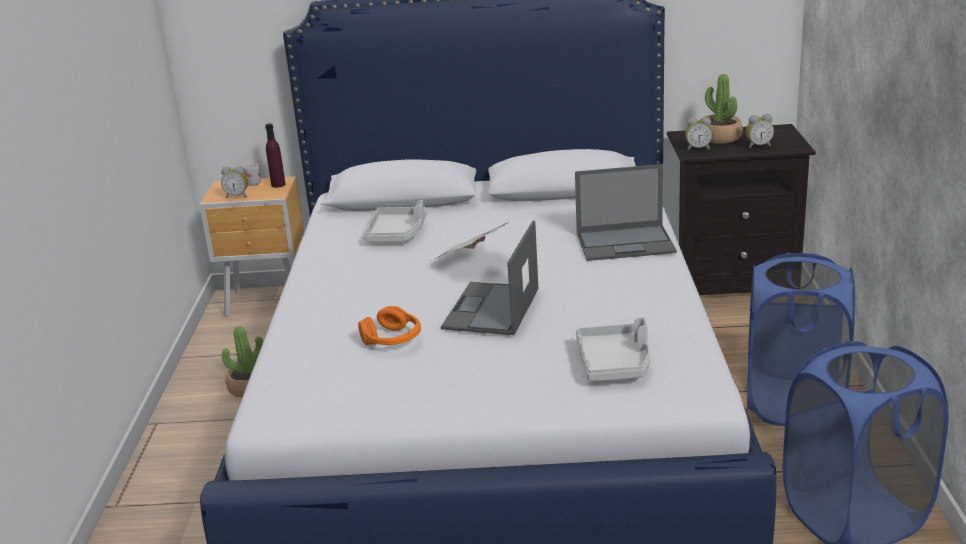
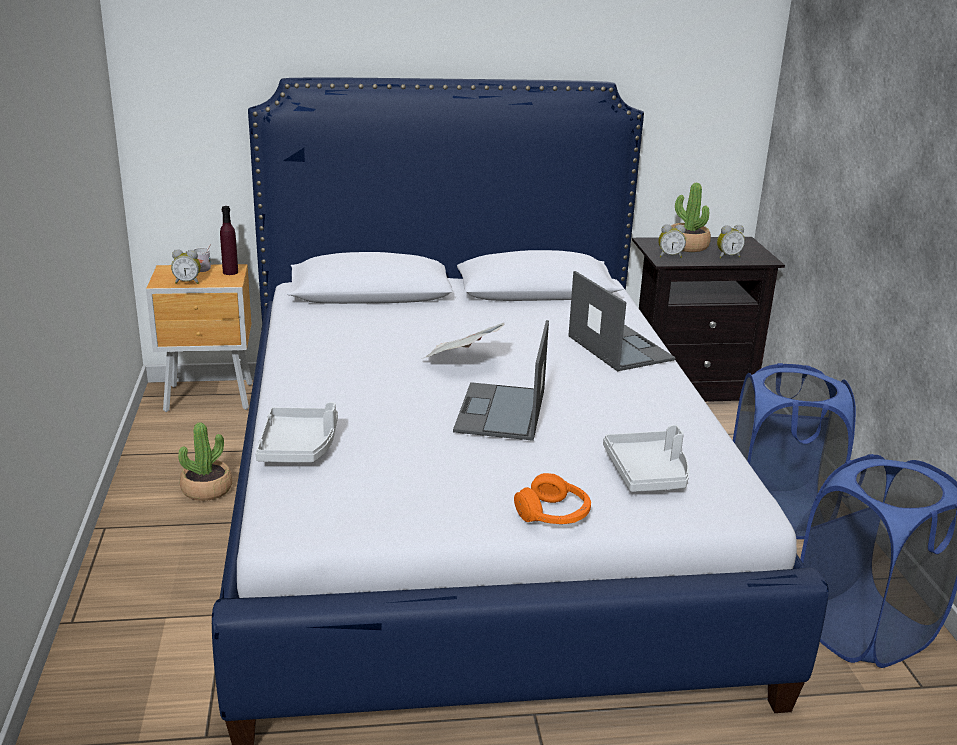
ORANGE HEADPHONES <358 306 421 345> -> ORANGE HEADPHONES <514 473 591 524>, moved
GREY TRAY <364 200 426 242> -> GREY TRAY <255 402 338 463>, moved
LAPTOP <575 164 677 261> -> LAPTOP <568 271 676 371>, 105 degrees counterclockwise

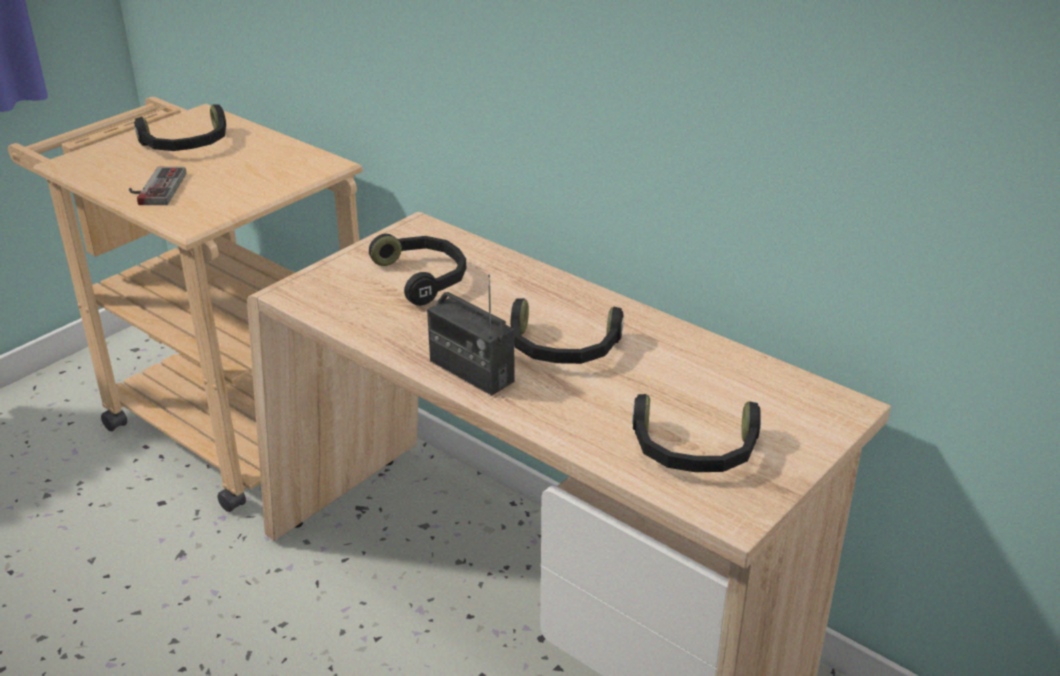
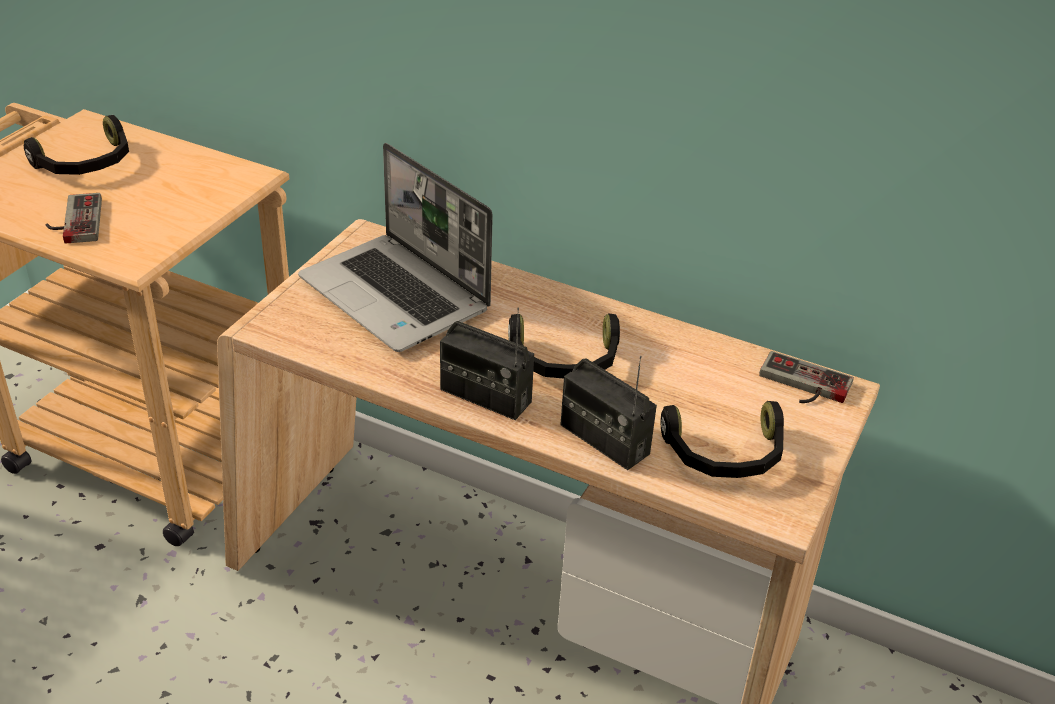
none -> RADIO <560 356 657 470>
none -> GAME CONTROLLER <759 351 854 403>
BLACK HEADPHONES <369 234 466 306> -> LAPTOP <298 143 493 352>

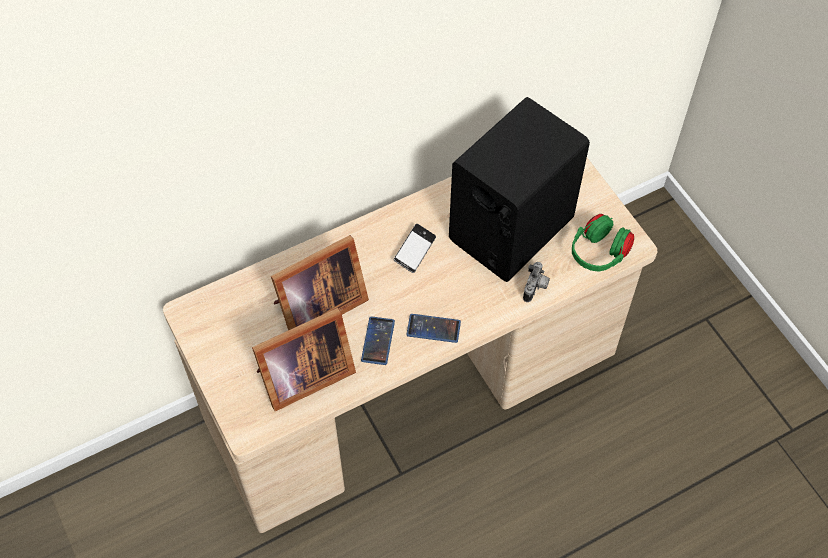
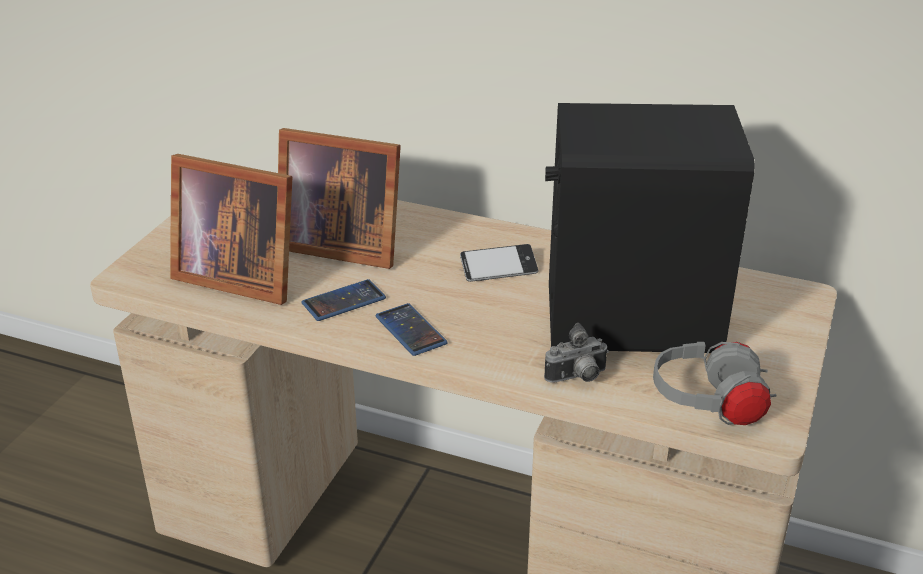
GREEN HEADPHONES <572 214 634 272> -> GREY HEADPHONES <653 342 777 425>

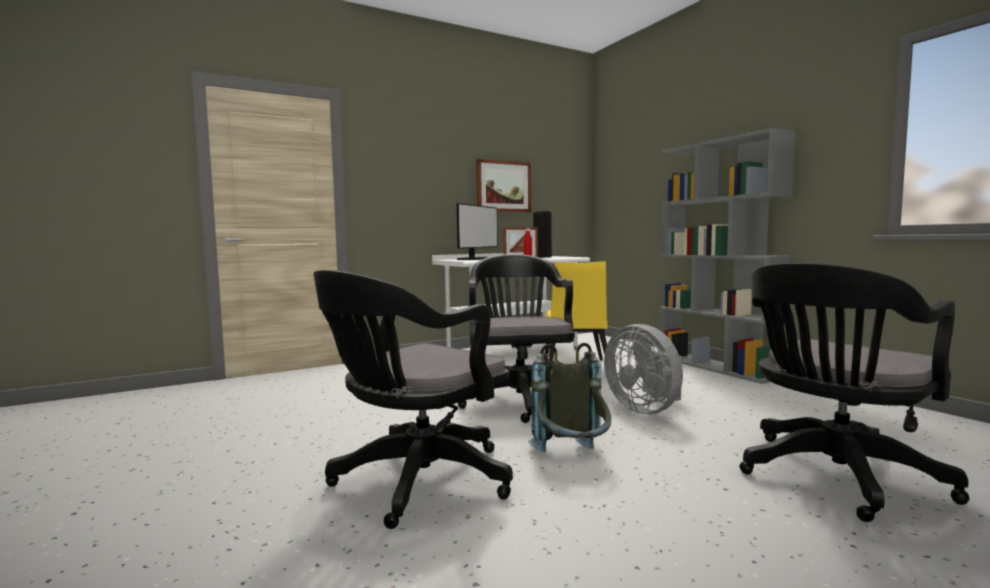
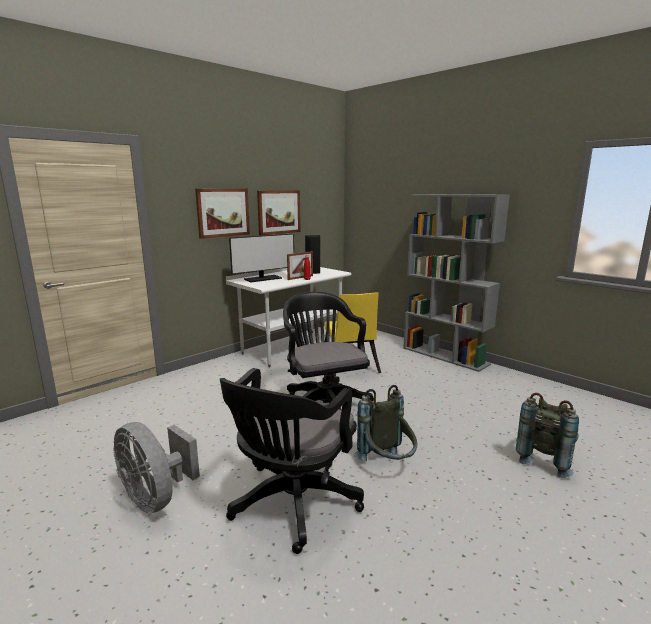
none -> PICTURE <195 189 250 239>
GREY FAN <604 324 683 414> -> GREY FAN <114 422 200 514>, moved
BLACK OFFICE CHAIR <740 263 970 522> -> GREY BACKPACK <516 393 579 478>
MONITOR <457 203 498 260> -> MONITOR <229 234 294 282>, 45 degrees clockwise

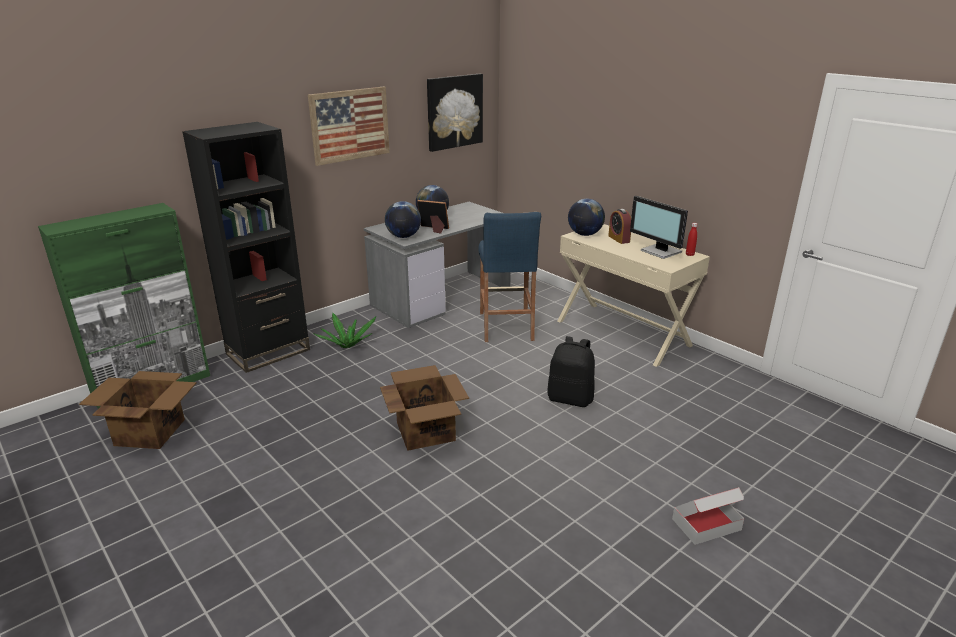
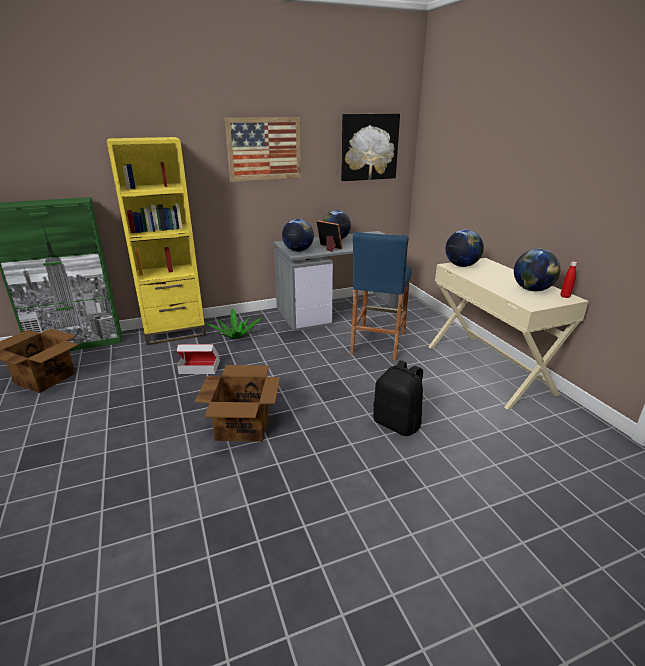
ALARM CLOCK <608 209 631 244> -> none
CARDBOARD BOX <672 487 744 545> -> CARDBOARD BOX <177 344 220 374>, moved
MONITOR <630 196 688 259> -> GLOBE <514 249 560 291>
BLACK BOOKCASE <182 122 310 373> -> YELLOW BOOKCASE <107 137 206 345>

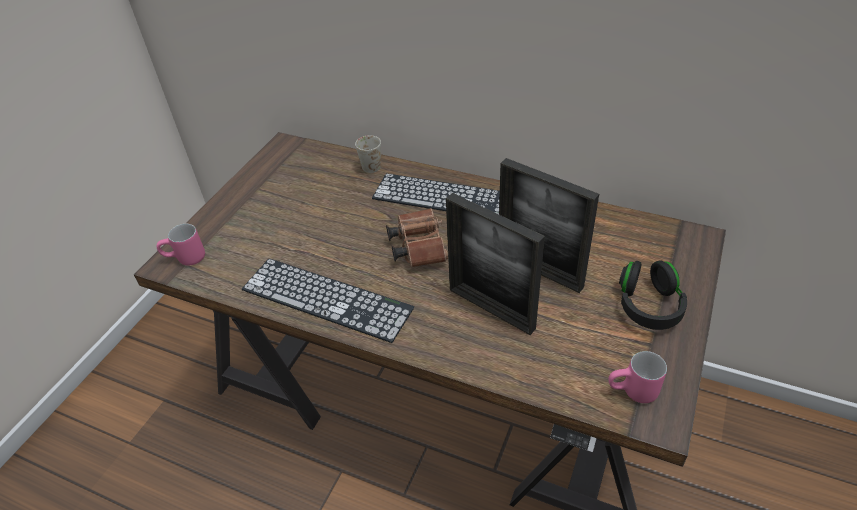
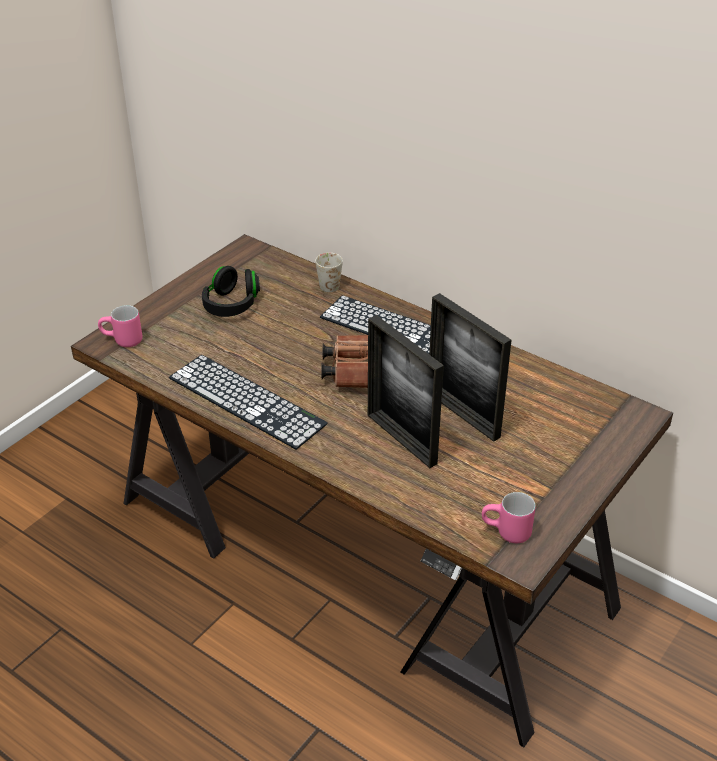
BLACK HEADPHONES <619 260 687 330> -> BLACK HEADPHONES <202 266 260 317>, moved

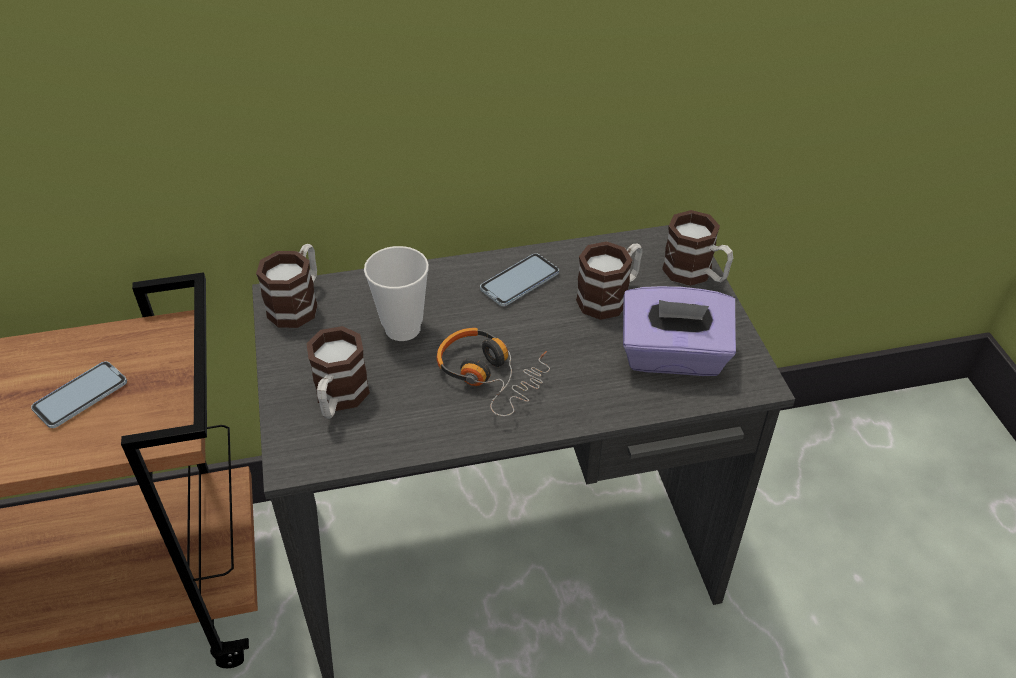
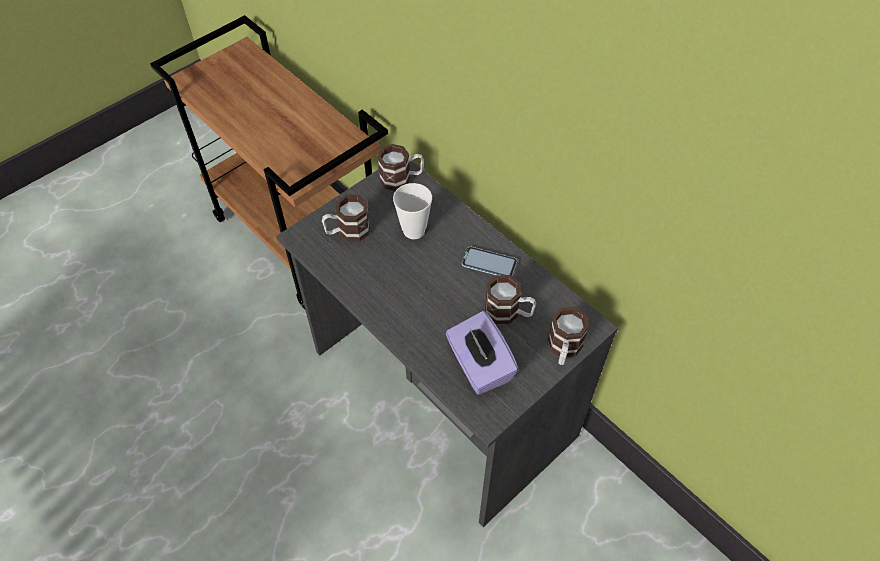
PHONE <31 361 127 428> -> none
HEADPHONES <437 328 550 416> -> none

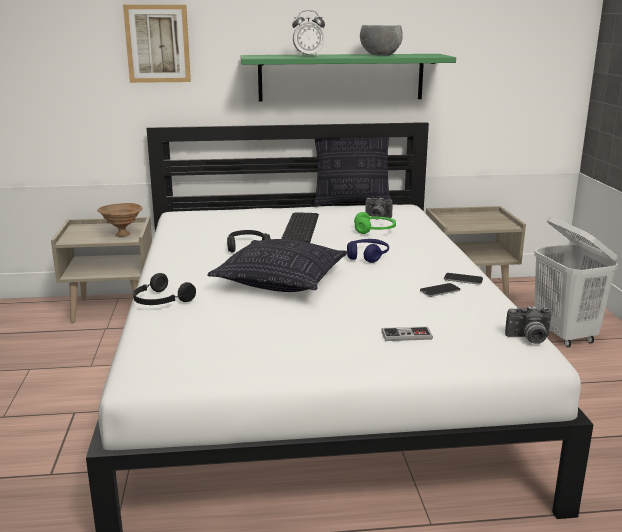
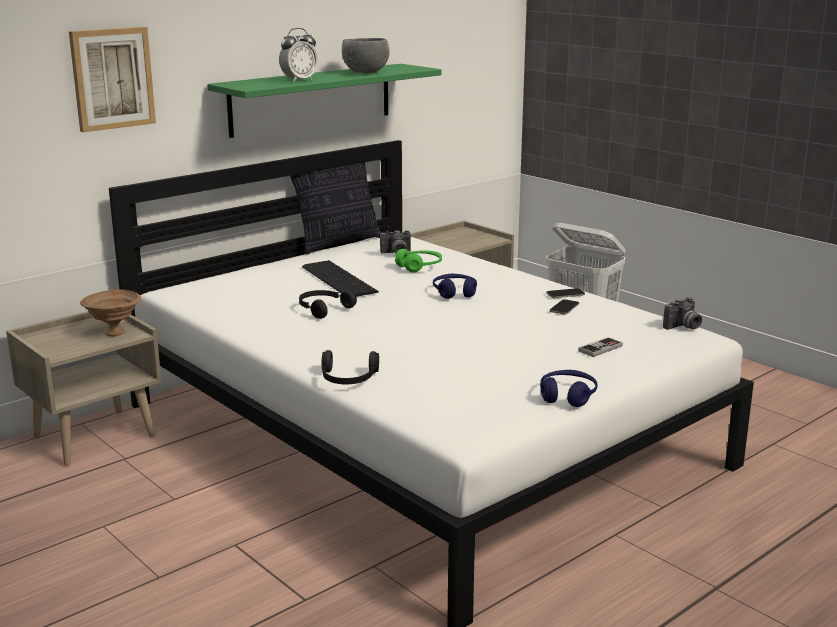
PILLOW <207 239 348 292> -> none
none -> BLUE HEADPHONES <540 370 598 407>

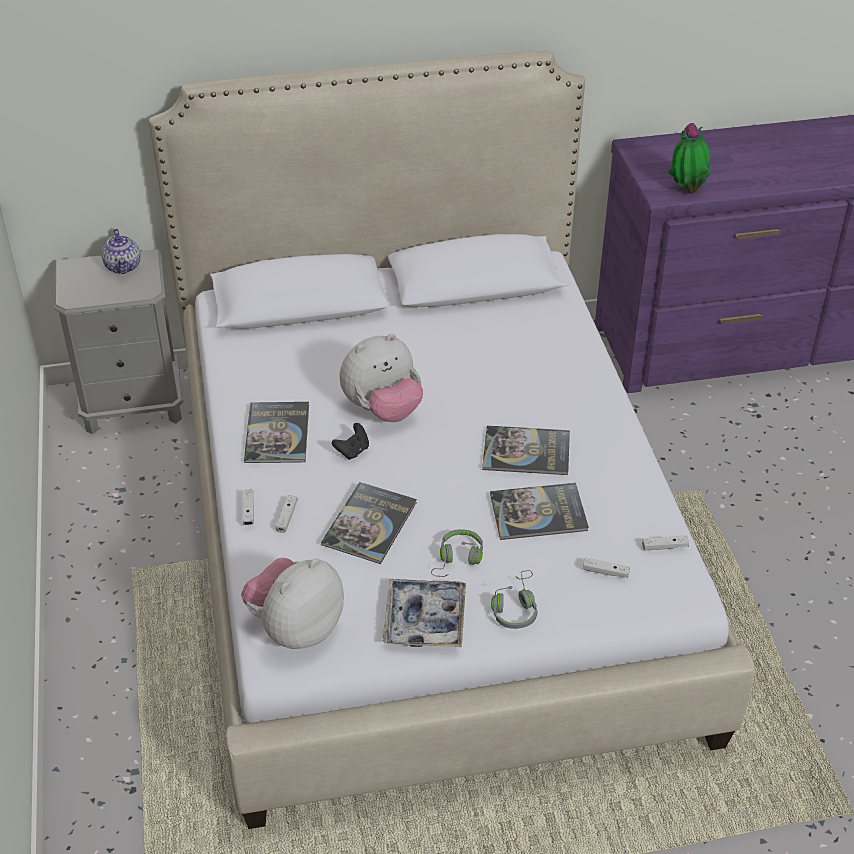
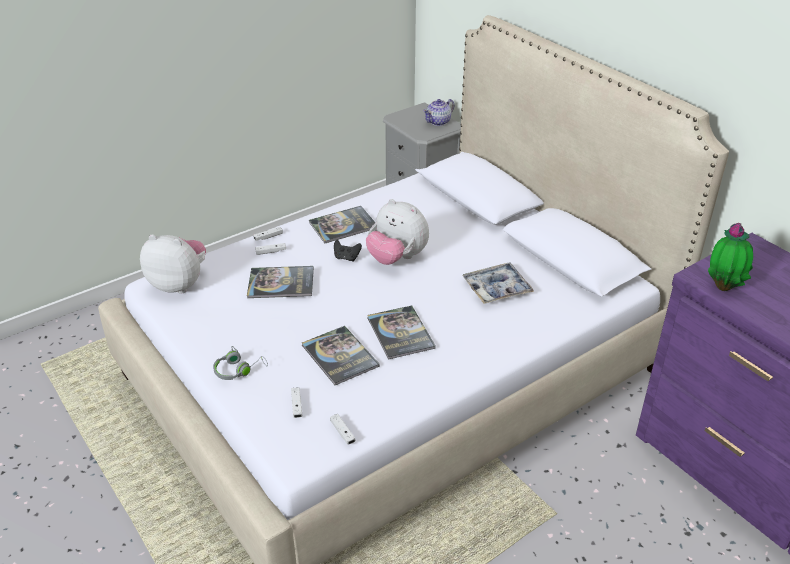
GREY HEADPHONES <431 529 483 577> -> none
TRAY <383 579 466 647> -> TRAY <462 262 534 304>, moved

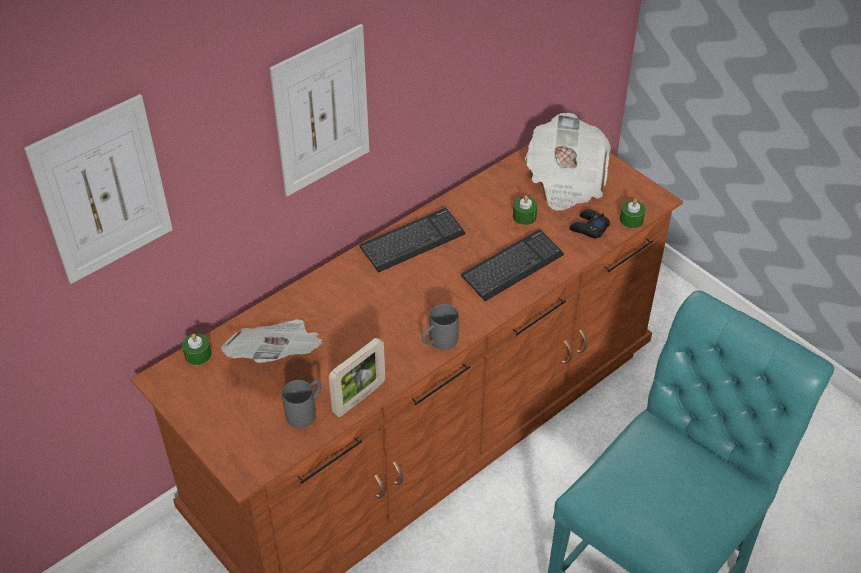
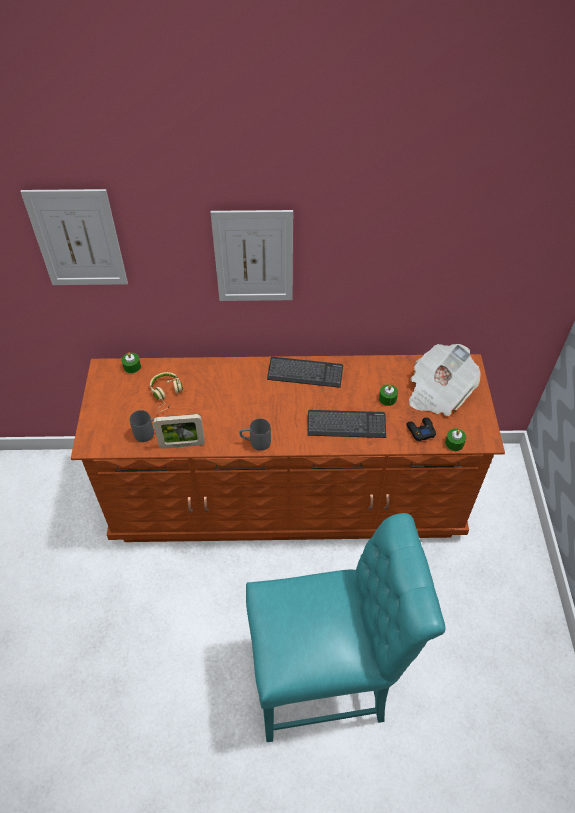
NEWSPAPER <221 319 324 363> -> BEIGE HEADPHONES <150 372 183 412>

